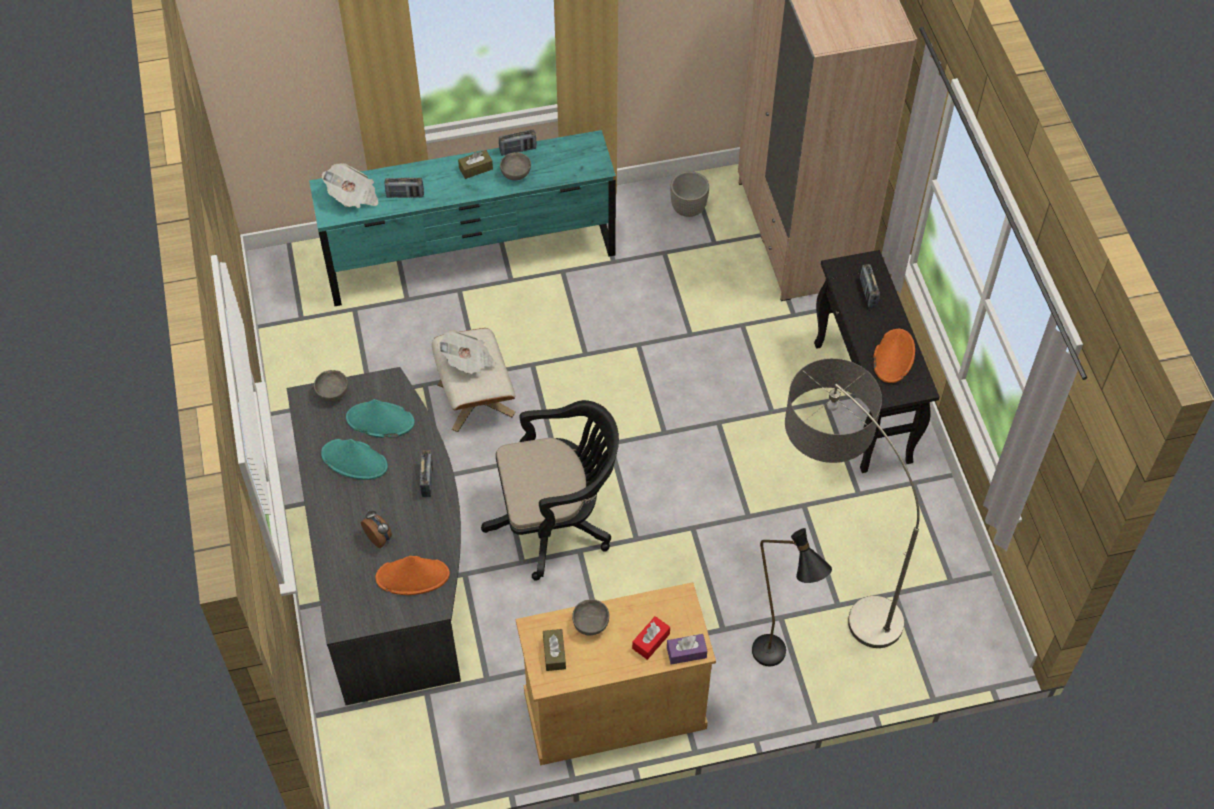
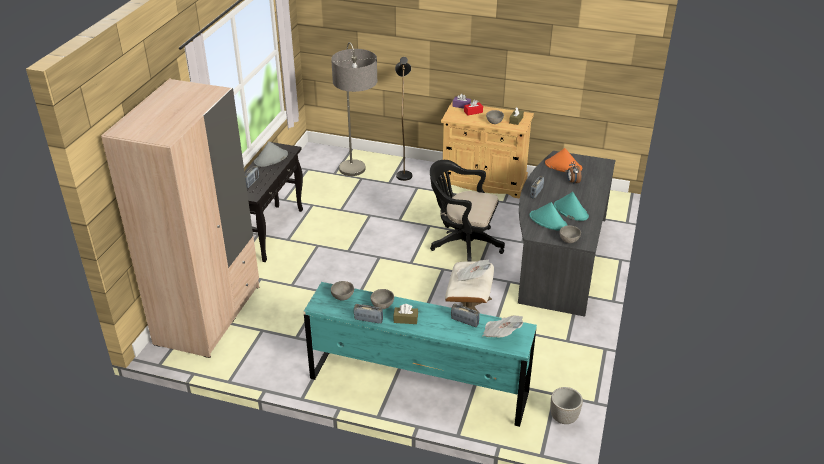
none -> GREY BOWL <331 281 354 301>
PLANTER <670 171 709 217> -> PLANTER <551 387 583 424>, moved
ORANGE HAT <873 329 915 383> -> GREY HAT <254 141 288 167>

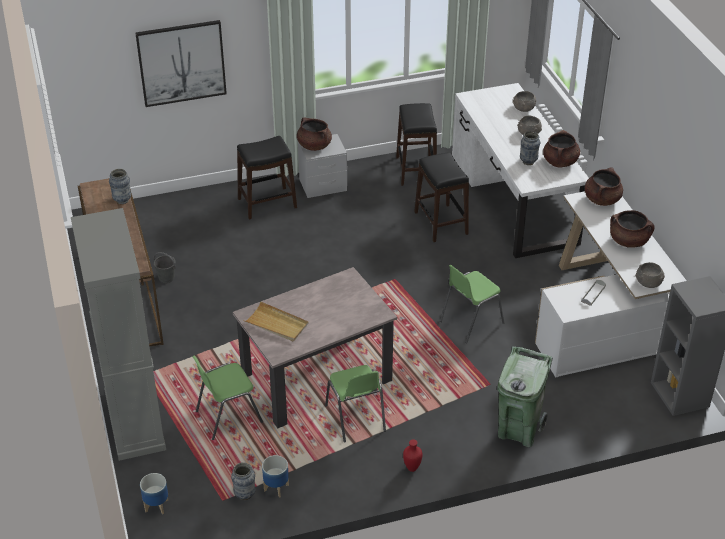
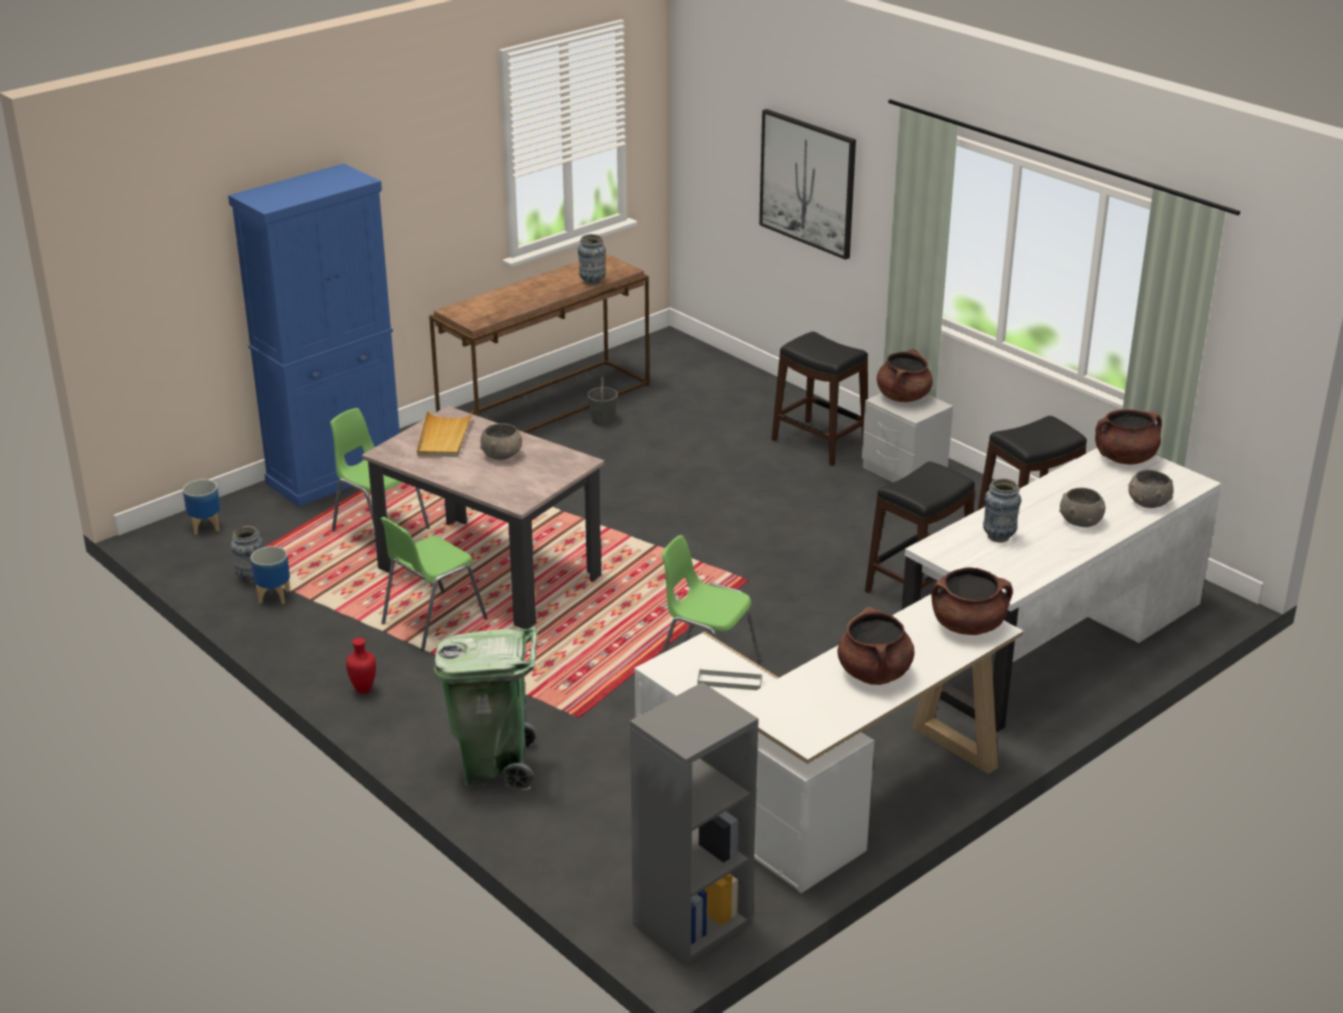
BROWN COOKING POT <543 130 580 168> -> BROWN COOKING POT <1095 409 1162 465>, moved
GREY BOWL <635 262 665 288> -> GREY BOWL <480 423 522 460>, moved
GREY CABINET <71 208 166 461> -> BLUE CABINET <228 164 400 507>

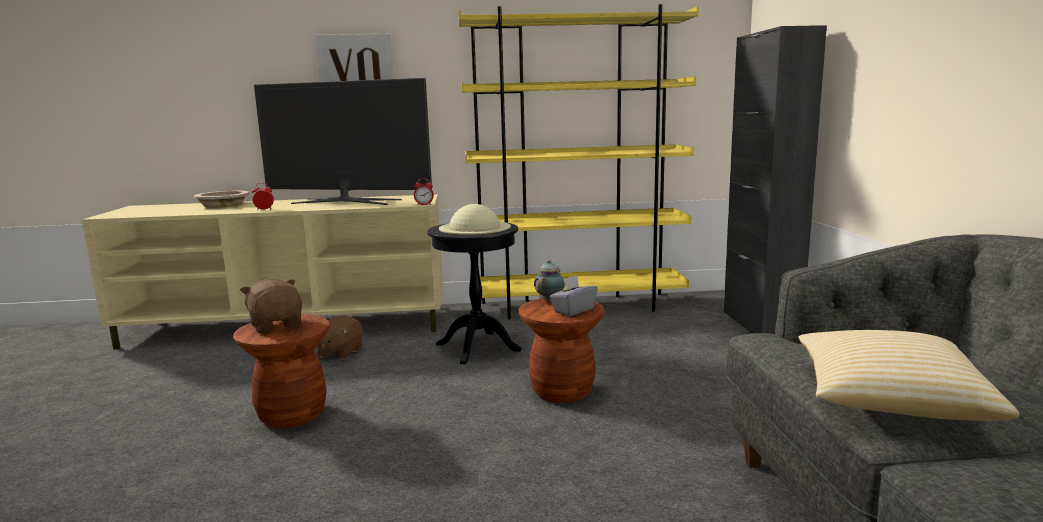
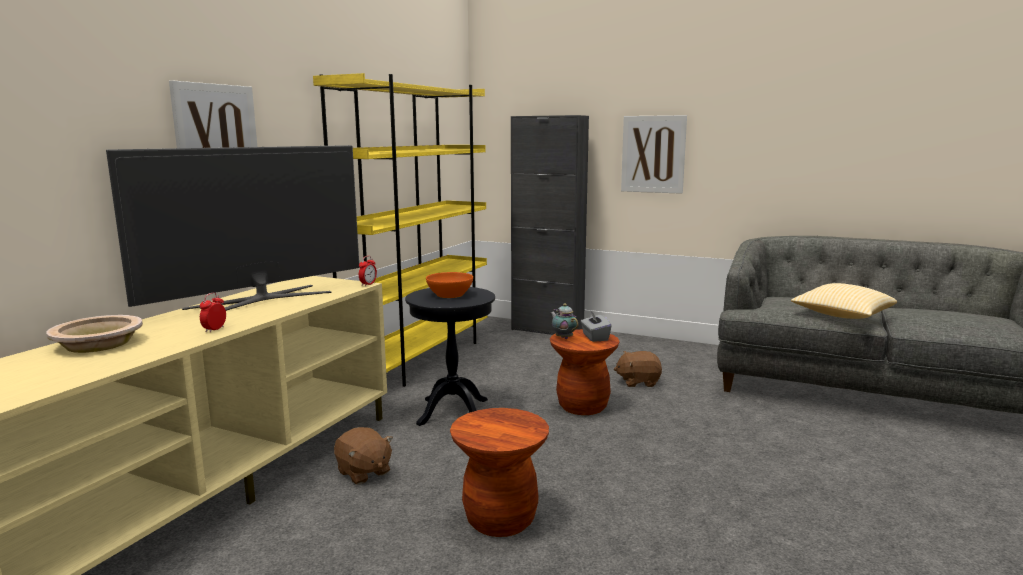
none -> PICTURE <621 115 687 194>
BROWN PLUSH TOY <240 279 302 333> -> BROWN PLUSH TOY <614 351 662 387>, moved
BEIGE HAT <439 204 511 235> -> ORANGE BOWL <426 272 473 298>

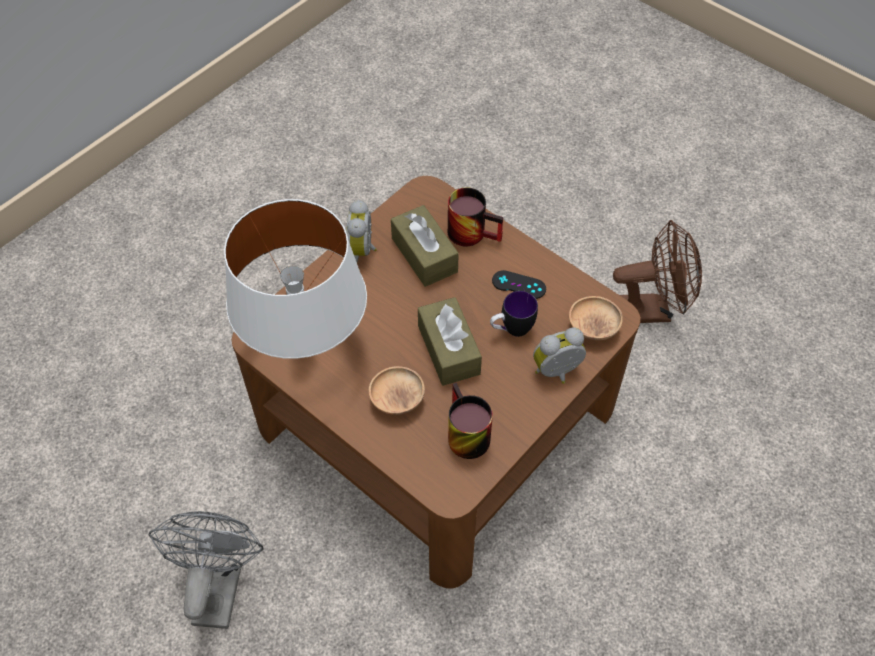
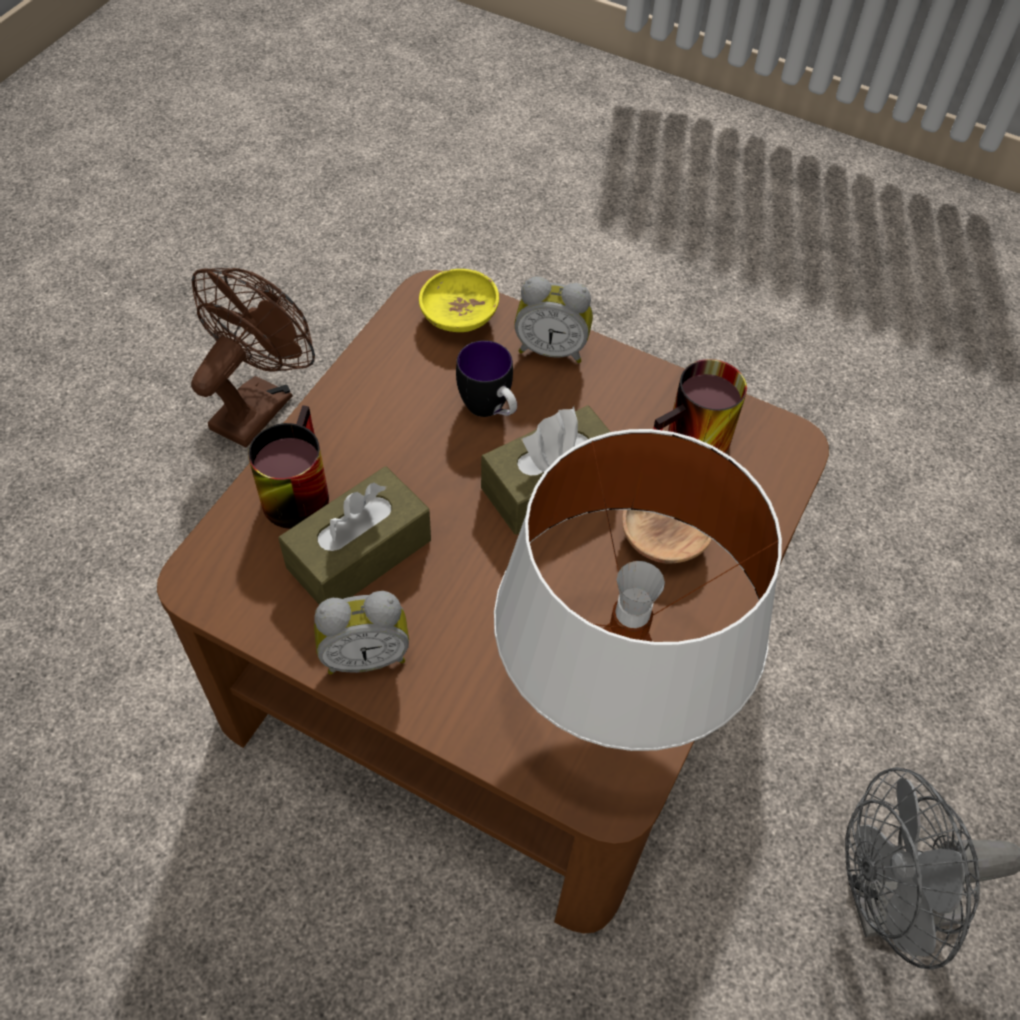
BLACK GAME CONTROLLER <492 270 546 299> -> none
BROWN BOWL <569 296 623 340> -> YELLOW BOWL <419 269 499 332>
ALARM CLOCK <533 327 586 384> -> ALARM CLOCK <515 277 593 363>, 45 degrees counterclockwise
BROWN FAN <613 220 702 323> -> BROWN FAN <191 268 315 447>, 45 degrees clockwise

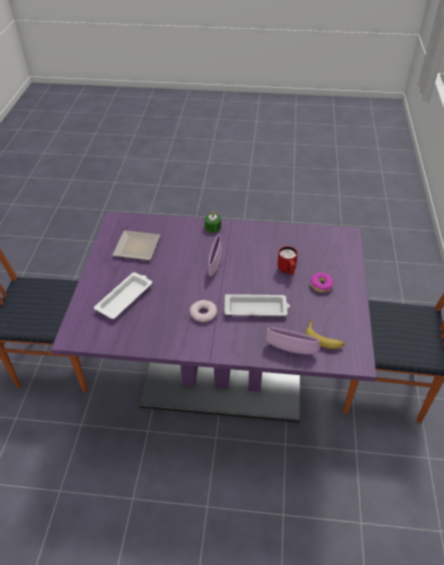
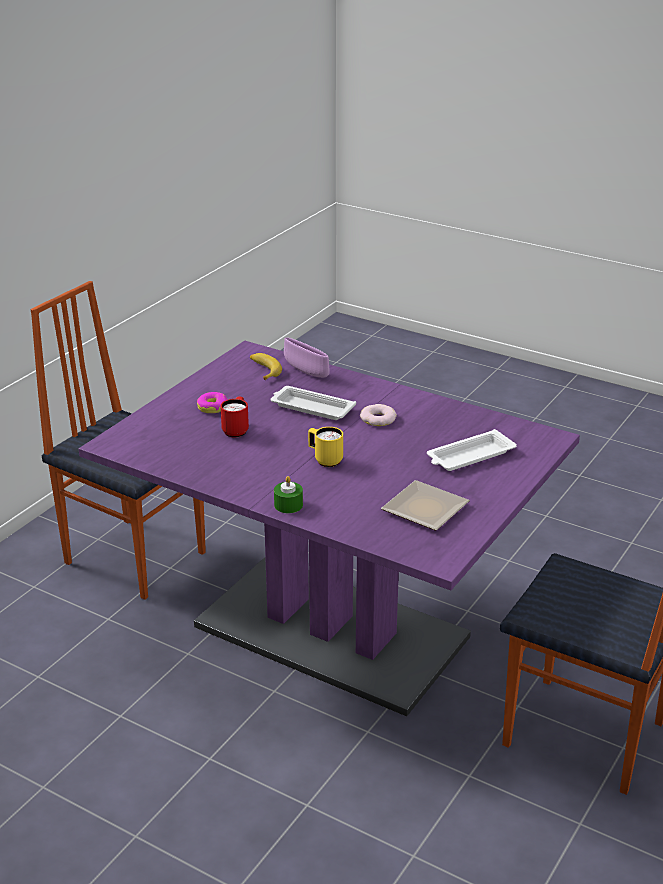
PURPLE BOWL <208 234 222 276> -> YELLOW MUG <308 427 343 467>

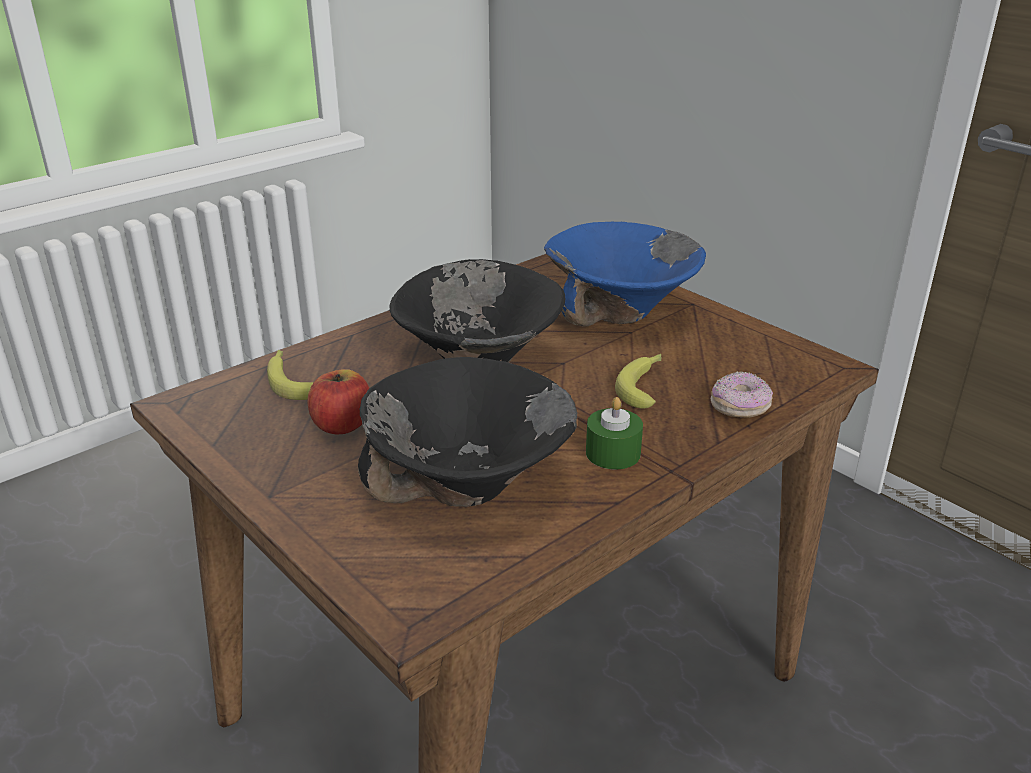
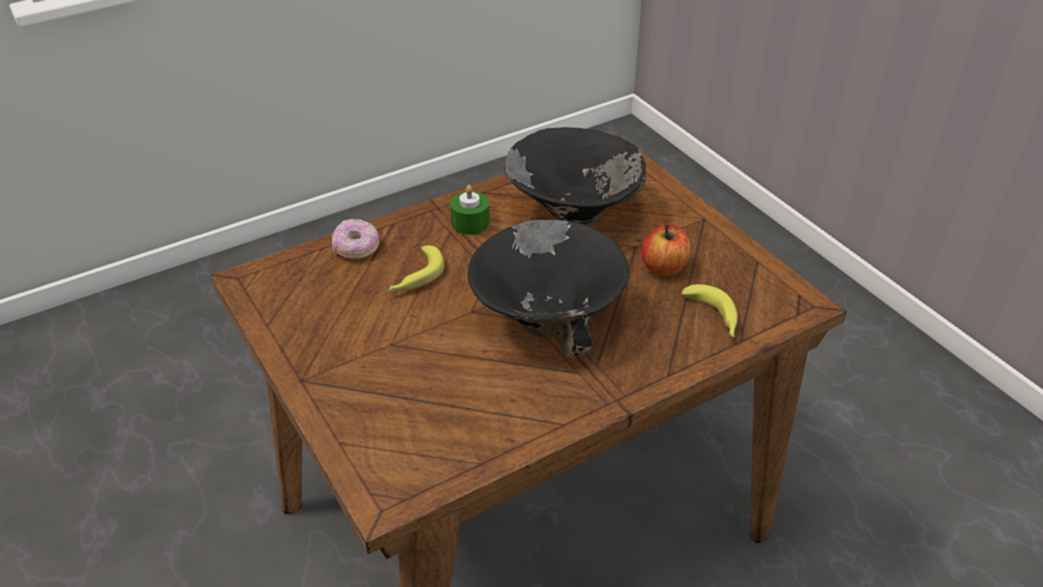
BLUE BOWL <544 222 706 327> -> none

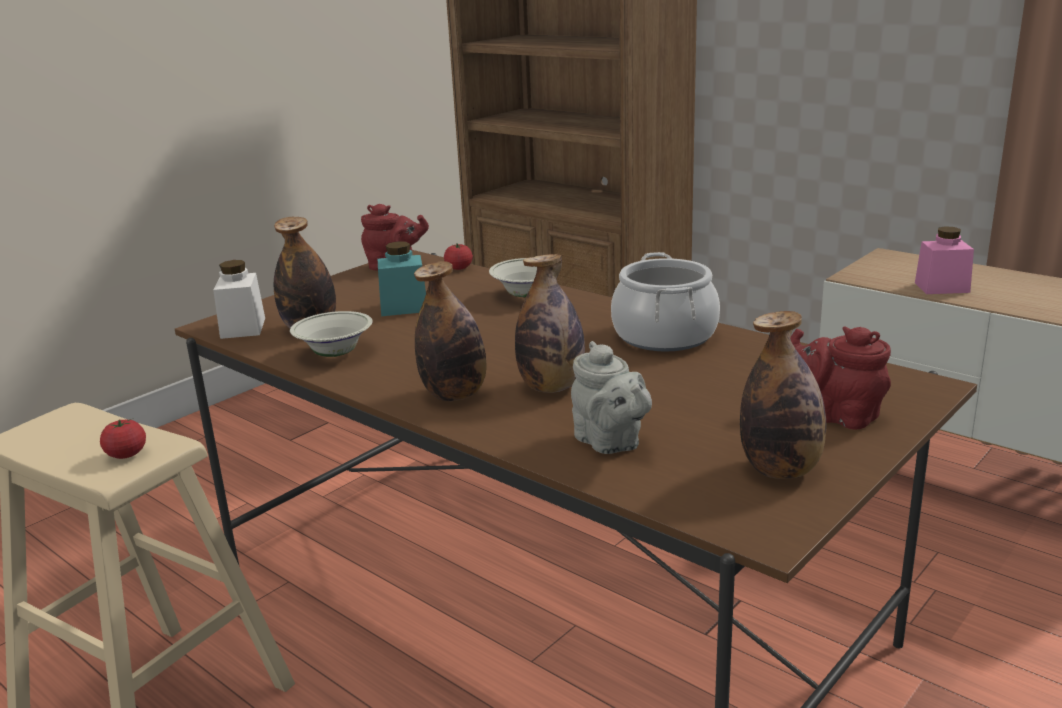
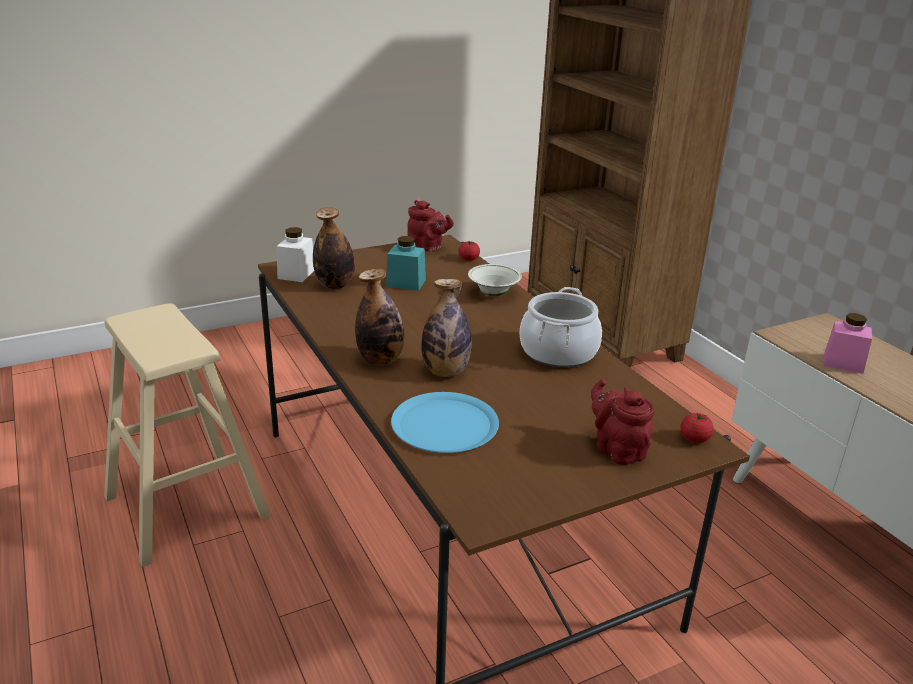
WHITE BOWL <290 311 372 357> -> none
BOTTLE <740 311 826 479> -> none
TOMATO <100 419 146 459> -> TOMATO <680 413 714 443>, moved
GREY TEAPOT <571 341 652 454> -> BLUE PLATE <391 392 499 453>

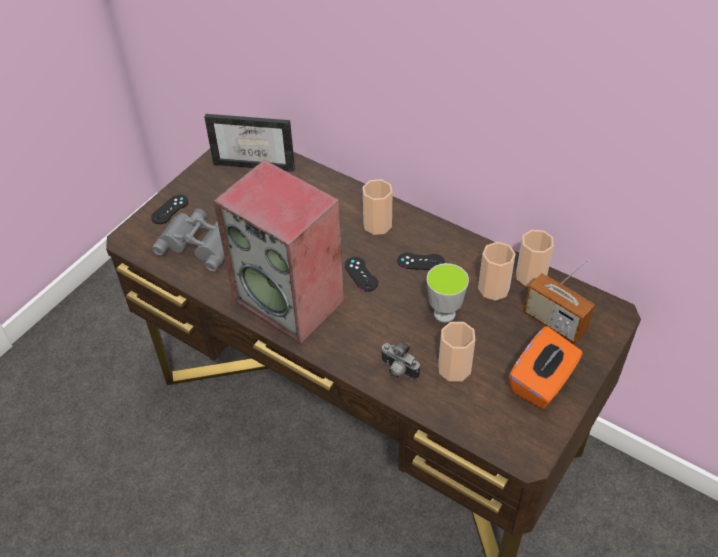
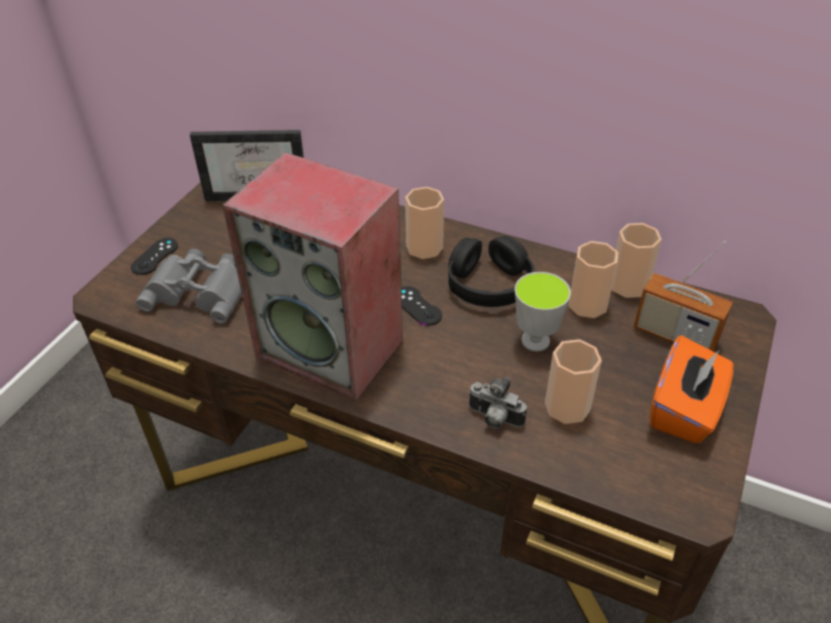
BLACK GAME CONTROLLER <397 253 445 270> -> BLACK HEADPHONES <448 236 535 307>

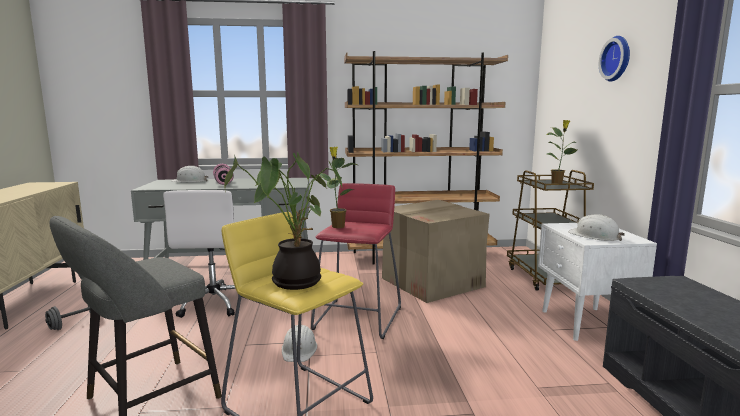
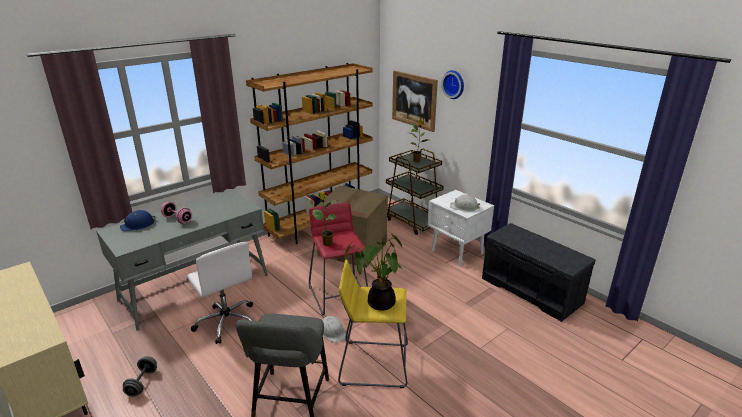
none -> PICTURE <392 70 438 132>
WHITE HARD HAT <172 166 209 182> -> BLUE HARD HAT <120 210 156 231>

